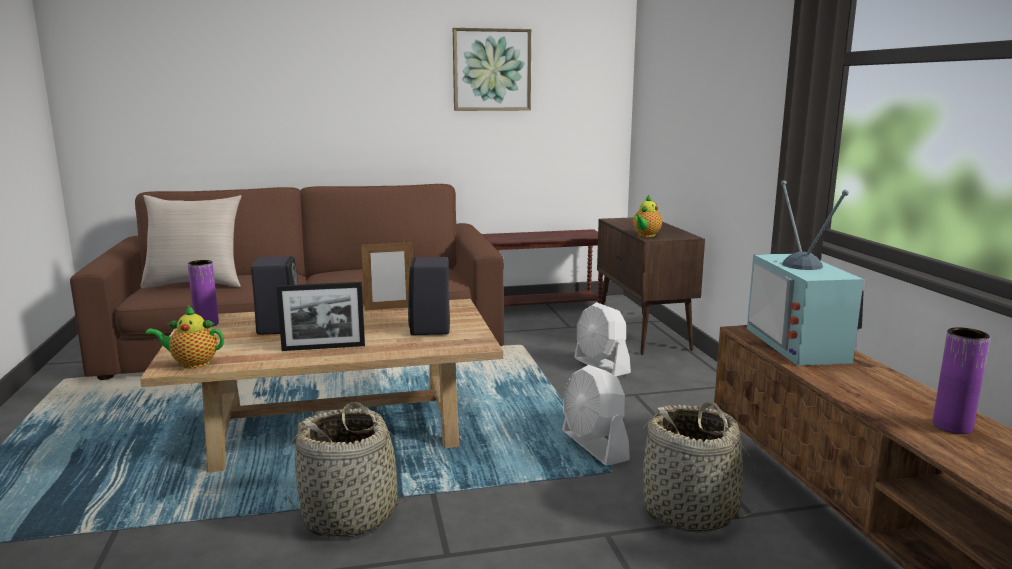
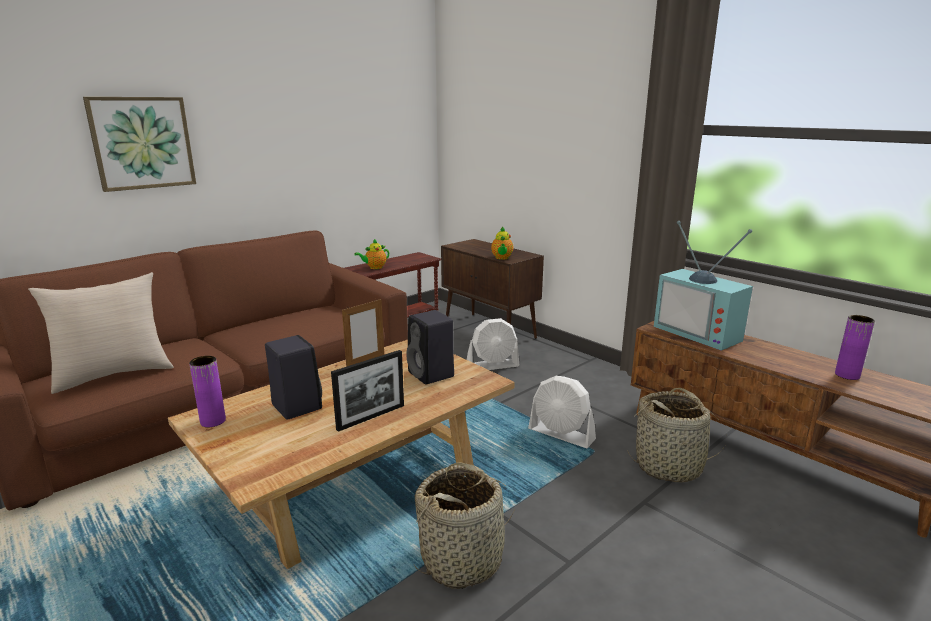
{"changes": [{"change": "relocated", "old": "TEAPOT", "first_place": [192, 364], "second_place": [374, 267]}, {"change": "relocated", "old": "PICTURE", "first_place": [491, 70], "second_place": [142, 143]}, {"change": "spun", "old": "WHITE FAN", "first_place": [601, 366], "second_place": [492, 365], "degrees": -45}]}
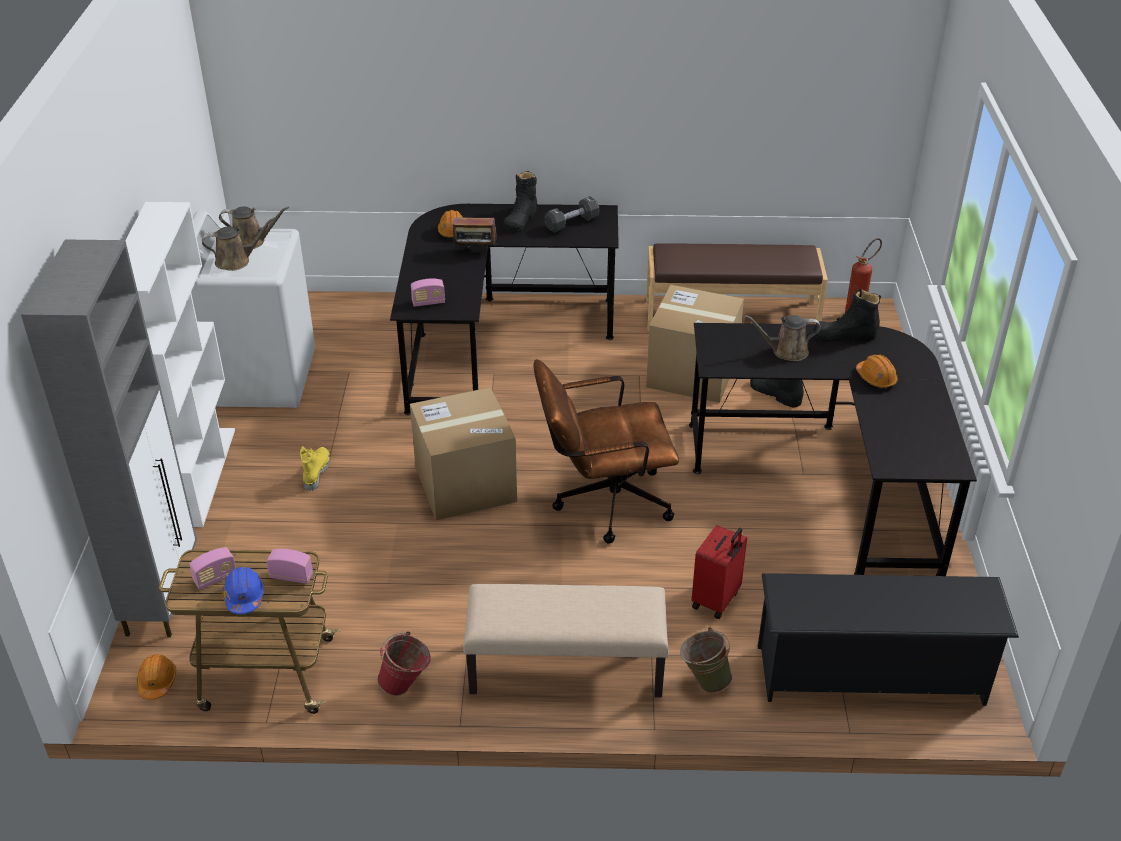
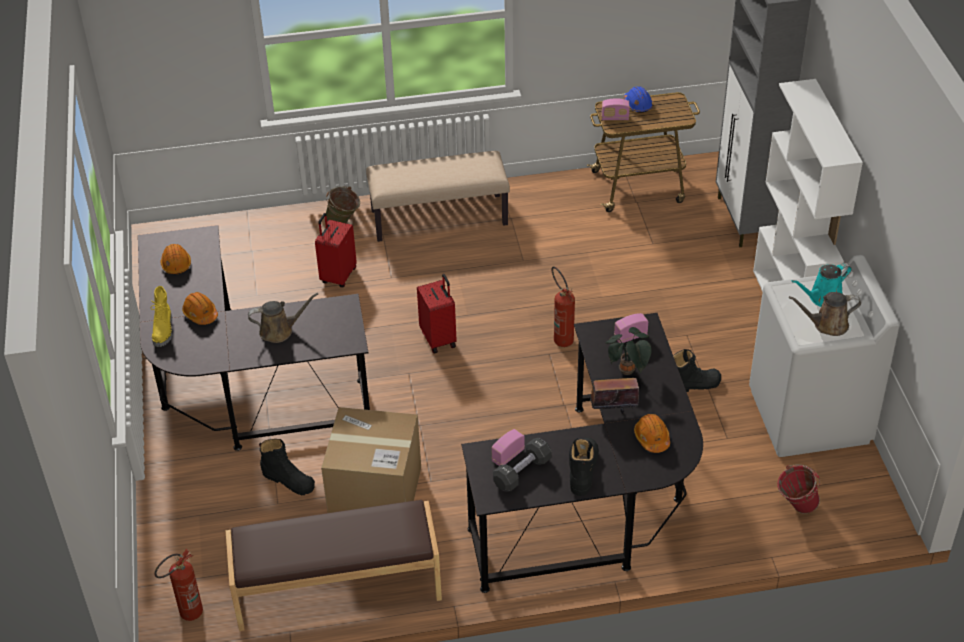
{"changes": [{"change": "missing", "old": "BLACK SHOE RACK", "first_place": [870, 675]}, {"change": "appeared", "new": "POTTED PLANT", "second_place": [628, 372]}, {"change": "relocated", "old": "ORANGE HARD HAT", "first_place": [157, 682], "second_place": [176, 264]}, {"change": "relocated", "old": "RADIO", "first_place": [215, 578], "second_place": [508, 455]}, {"change": "relocated", "old": "YELLOW BOOT", "first_place": [316, 472], "second_place": [164, 330]}, {"change": "relocated", "old": "RED BUCKET", "first_place": [406, 685], "second_place": [795, 507]}, {"change": "relocated", "old": "BLACK BOOT", "first_place": [845, 336], "second_place": [692, 384]}, {"change": "exchanged", "old": "CARDBOARD BOX", "new": "FIRE EXTINGUISHER", "first_place": [465, 484], "second_place": [560, 337]}, {"change": "exchanged", "old": "BROWN OFFICE CHAIR", "new": "RED SUITCASE", "first_place": [602, 502], "second_place": [439, 339]}, {"change": "colour", "old": "BROWN WATERING CAN", "new": "TURQUOISE WATERING CAN", "first_place": [236, 261], "second_place": [822, 298]}]}
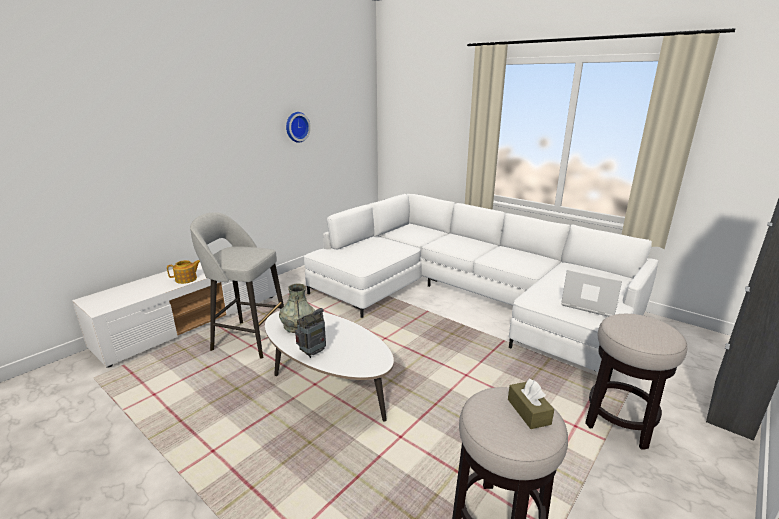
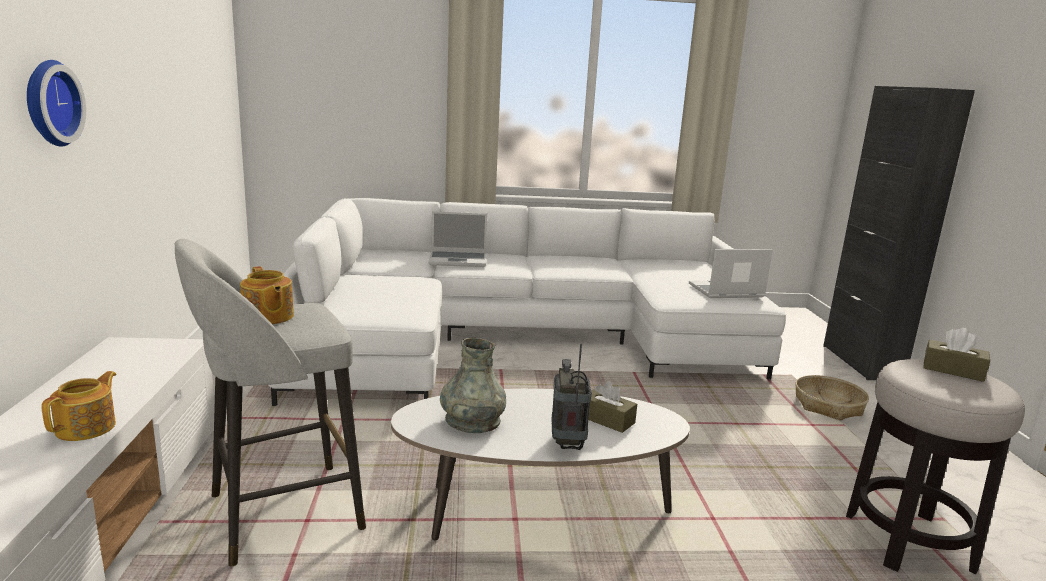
{"changes": [{"change": "appeared", "new": "TEAPOT", "second_place": [267, 317]}, {"change": "appeared", "new": "LAPTOP", "second_place": [458, 260]}, {"change": "appeared", "new": "BROWN TISSUE BOX", "second_place": [607, 419]}, {"change": "relocated", "old": "WALL CLOCK", "first_place": [296, 127], "second_place": [48, 103]}, {"change": "exchanged", "old": "STOOL", "new": "BASKET", "first_place": [619, 422], "second_place": [828, 406]}]}
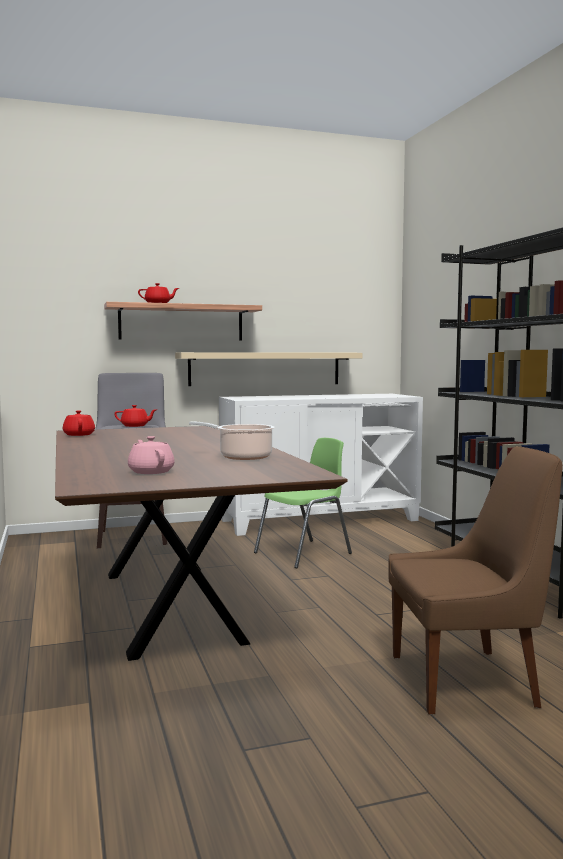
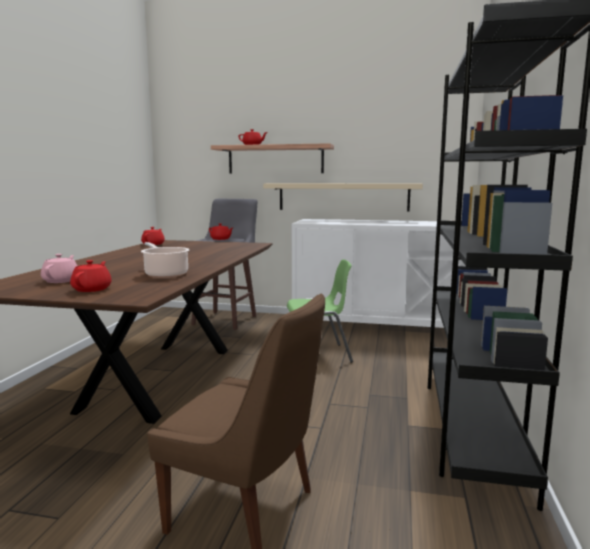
{"changes": [{"change": "appeared", "new": "RED TEAPOT", "second_place": [92, 289]}]}
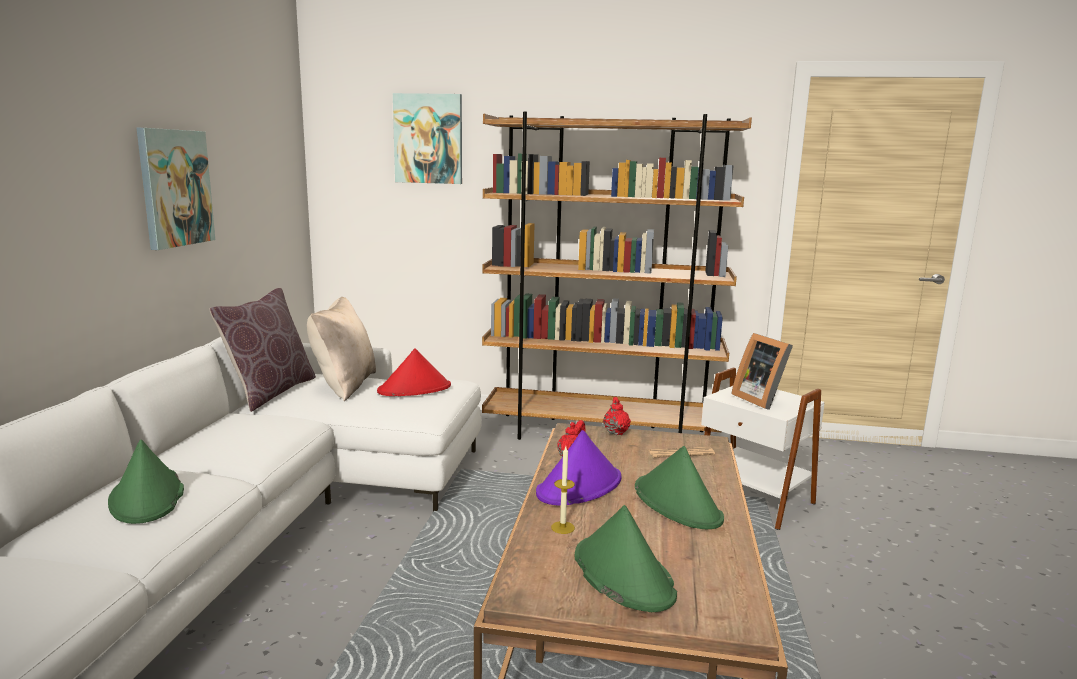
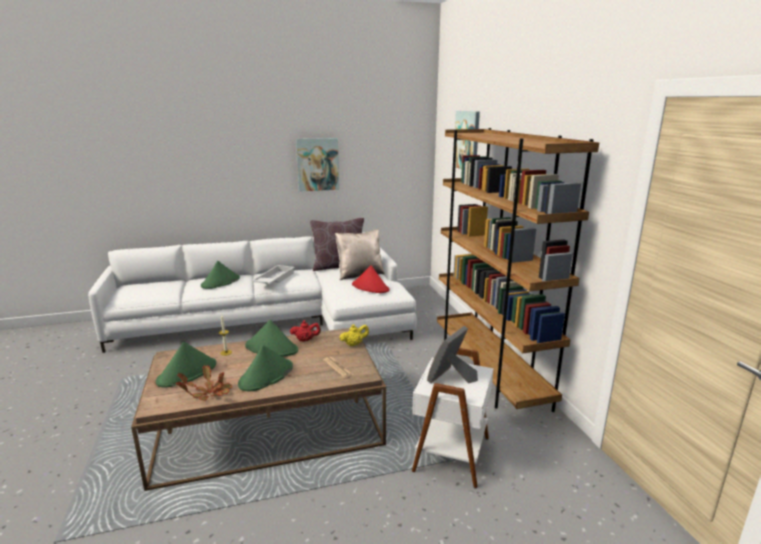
{"changes": [{"change": "appeared", "new": "POTTED PLANT", "second_place": [209, 393]}, {"change": "appeared", "new": "WHITE TRAY", "second_place": [274, 279]}, {"change": "colour", "old": "PURPLE HAT", "new": "GREEN HAT", "first_place": [579, 486], "second_place": [272, 348]}, {"change": "colour", "old": "RED TEAPOT", "new": "YELLOW TEAPOT", "first_place": [615, 432], "second_place": [354, 344]}]}
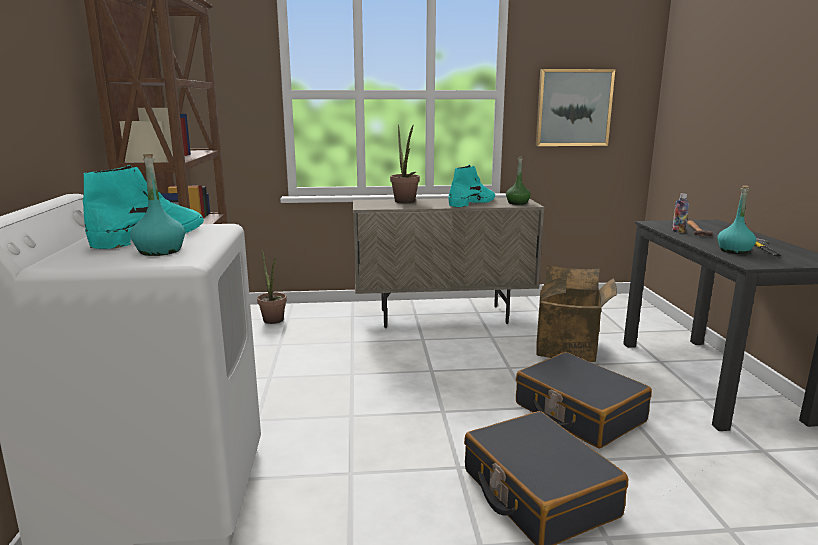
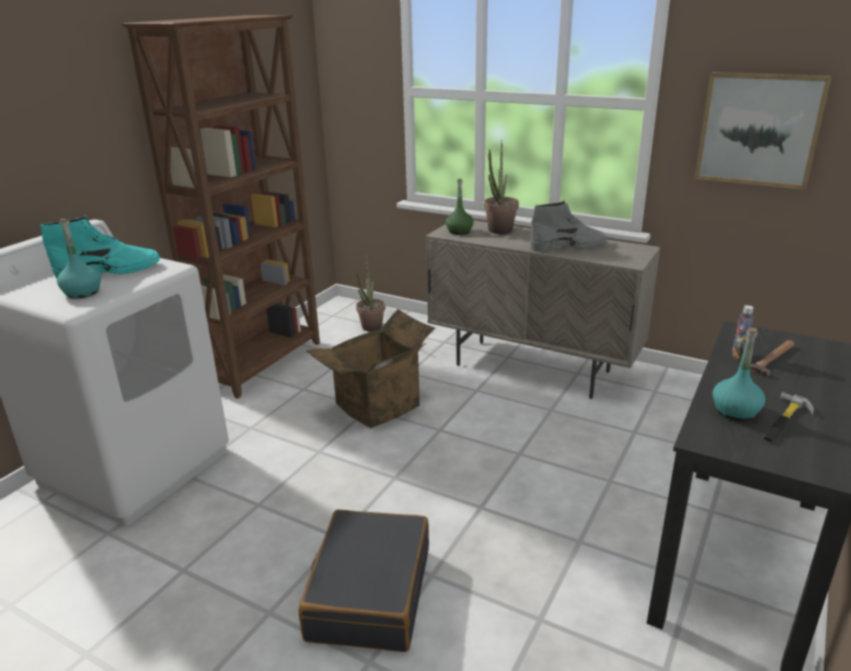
{"changes": [{"change": "missing", "old": "BLACK SUITCASE", "first_place": [578, 413]}, {"change": "relocated", "old": "GREEN BOTTLE", "first_place": [517, 203], "second_place": [459, 231]}, {"change": "relocated", "old": "CARDBOARD BOX", "first_place": [570, 349], "second_place": [378, 406]}, {"change": "colour", "old": "TURQUOISE BOOT", "new": "GREY BOOT", "first_place": [472, 203], "second_place": [568, 246]}]}
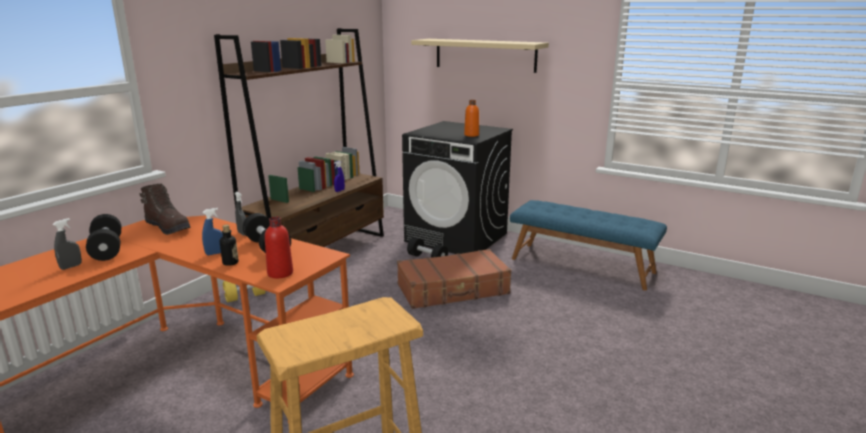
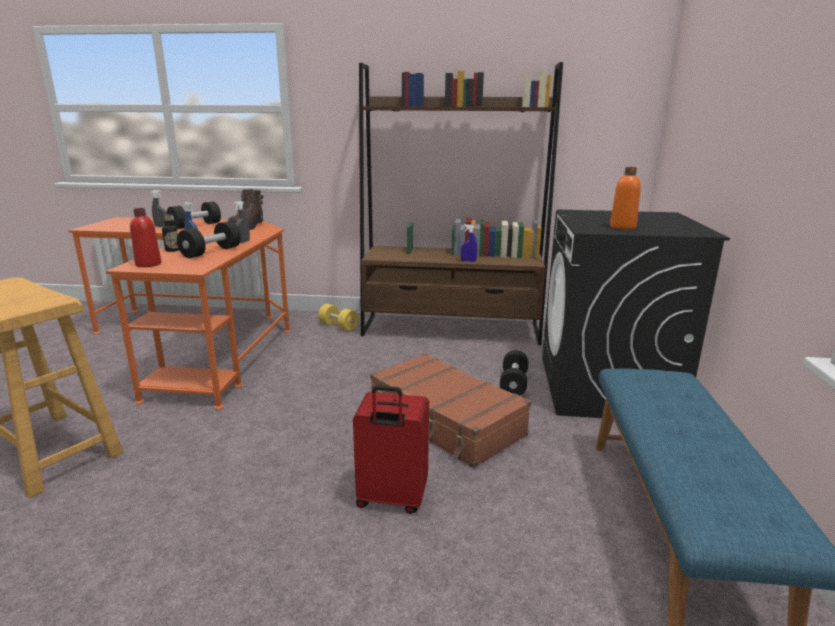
{"changes": [{"change": "missing", "old": "BEIGE SHELF", "first_place": [485, 55]}, {"change": "appeared", "new": "RED SUITCASE", "second_place": [391, 499]}]}
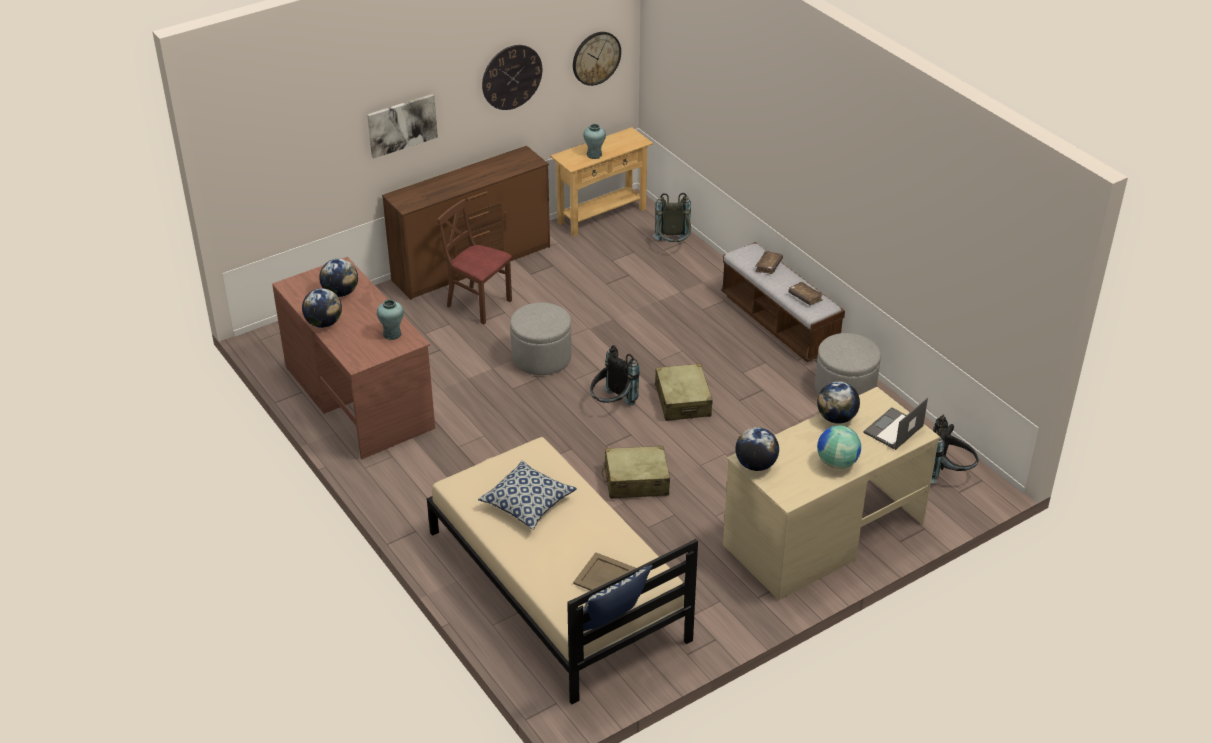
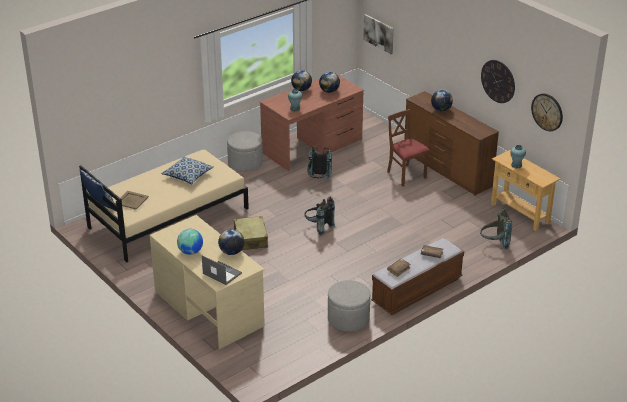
{"changes": [{"change": "missing", "old": "BEIGE SUITCASE", "first_place": [683, 401]}, {"change": "relocated", "old": "PICTURE", "first_place": [402, 125], "second_place": [379, 33]}, {"change": "relocated", "old": "GREY OTTOMAN", "first_place": [541, 358], "second_place": [245, 163]}, {"change": "relocated", "old": "GLOBE", "first_place": [755, 465], "second_place": [441, 109]}, {"change": "relocated", "old": "BLACK BACKPACK", "first_place": [948, 474], "second_place": [318, 181]}, {"change": "spun", "old": "BROWN CHAIR", "first_place": [478, 304], "second_place": [406, 175], "degrees": -60}]}
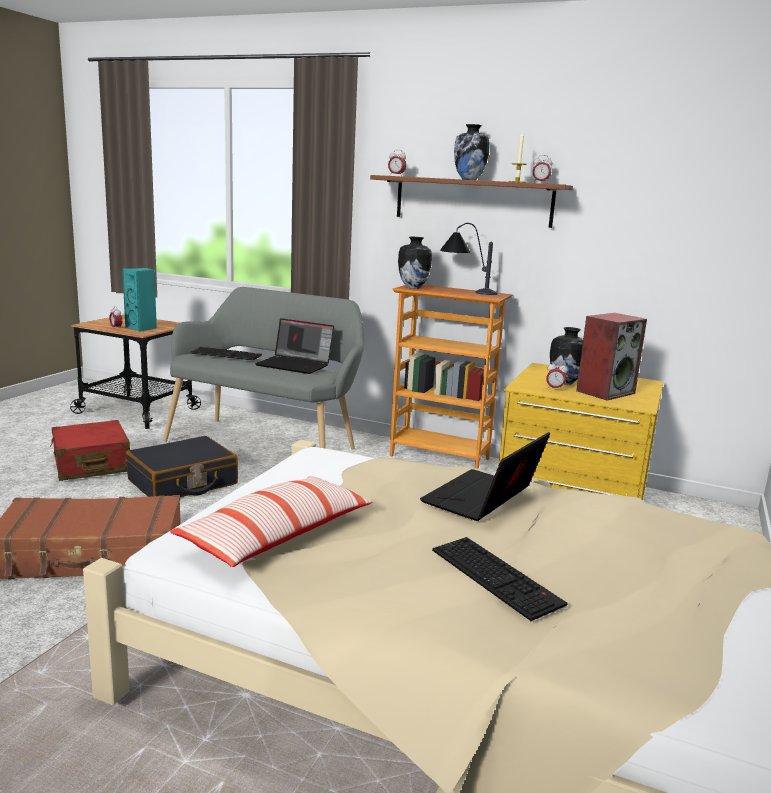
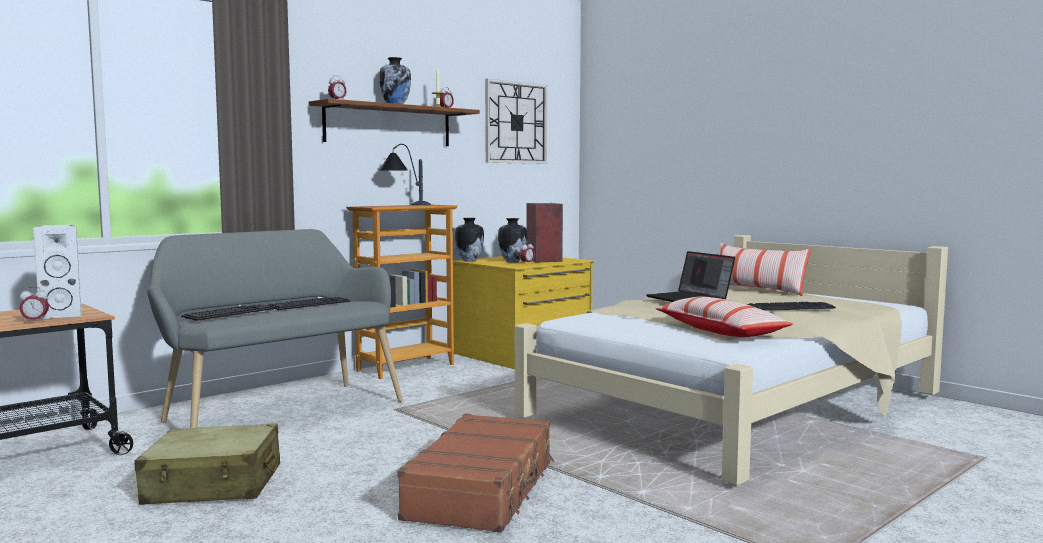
{"changes": [{"change": "missing", "old": "BLACK SUITCASE", "first_place": [183, 482]}, {"change": "appeared", "new": "WALL CLOCK", "second_place": [516, 122]}, {"change": "appeared", "new": "PILLOW", "second_place": [758, 290]}, {"change": "relocated", "old": "VASE", "first_place": [413, 287], "second_place": [469, 260]}, {"change": "exchanged", "old": "LAPTOP", "new": "KEYBOARD", "first_place": [295, 365], "second_place": [309, 304]}, {"change": "colour", "old": "RED SUITCASE", "new": "BEIGE SUITCASE", "first_place": [91, 464], "second_place": [213, 485]}, {"change": "colour", "old": "TURQUOISE SPEAKER", "new": "WHITE SPEAKER", "first_place": [142, 328], "second_place": [62, 315]}]}
